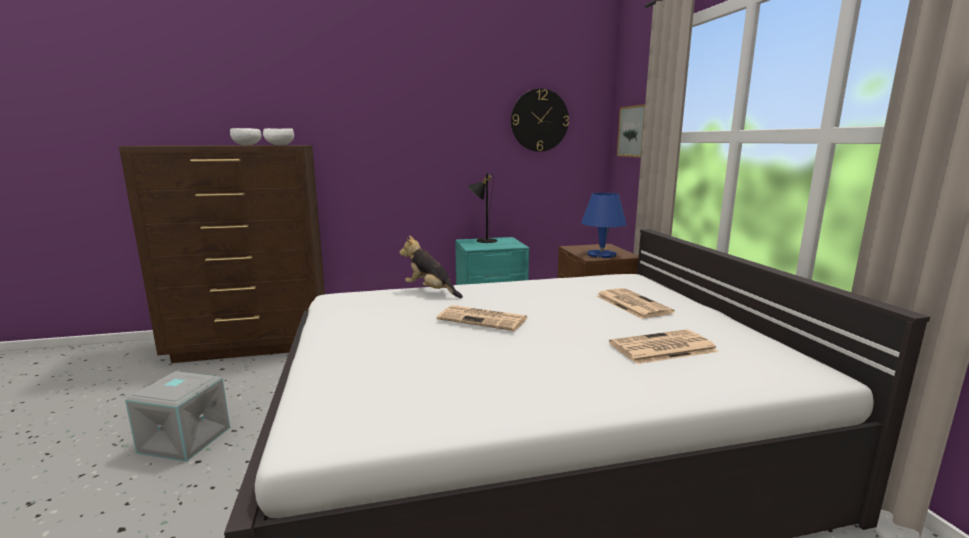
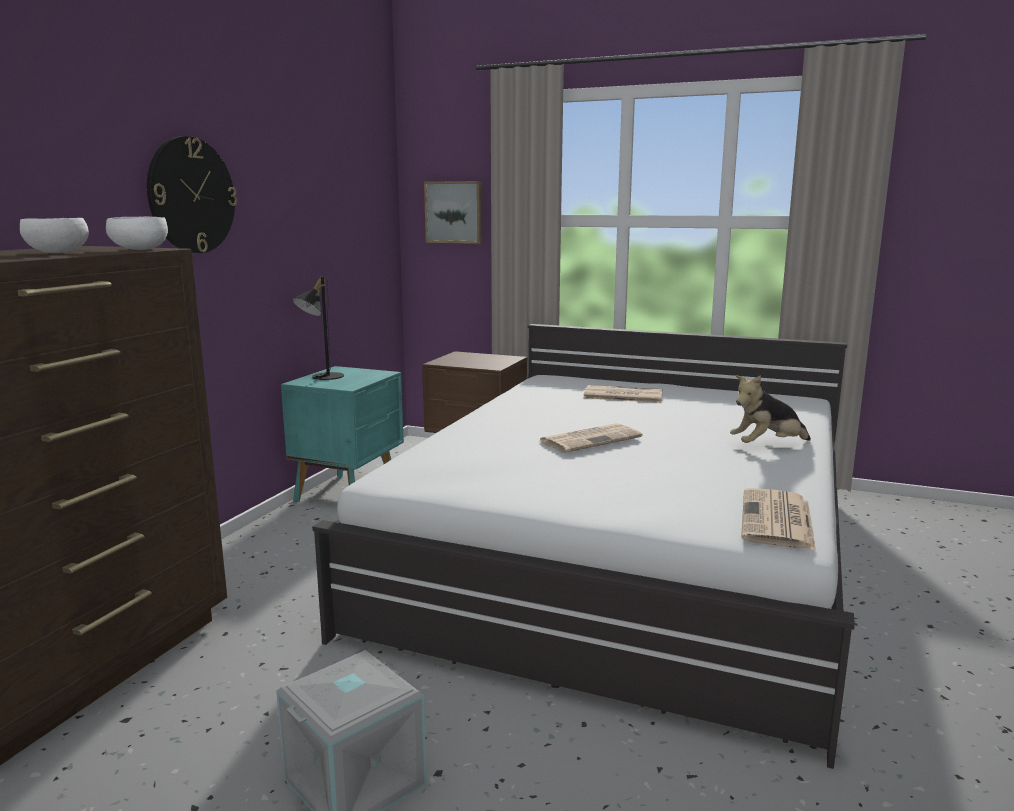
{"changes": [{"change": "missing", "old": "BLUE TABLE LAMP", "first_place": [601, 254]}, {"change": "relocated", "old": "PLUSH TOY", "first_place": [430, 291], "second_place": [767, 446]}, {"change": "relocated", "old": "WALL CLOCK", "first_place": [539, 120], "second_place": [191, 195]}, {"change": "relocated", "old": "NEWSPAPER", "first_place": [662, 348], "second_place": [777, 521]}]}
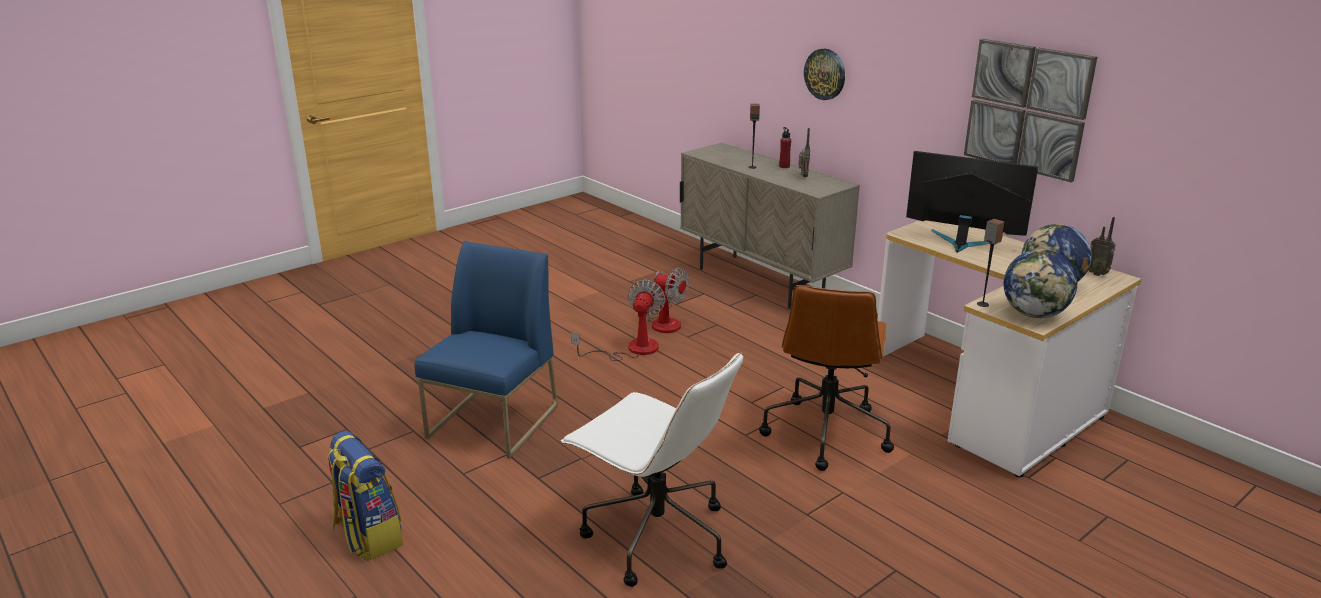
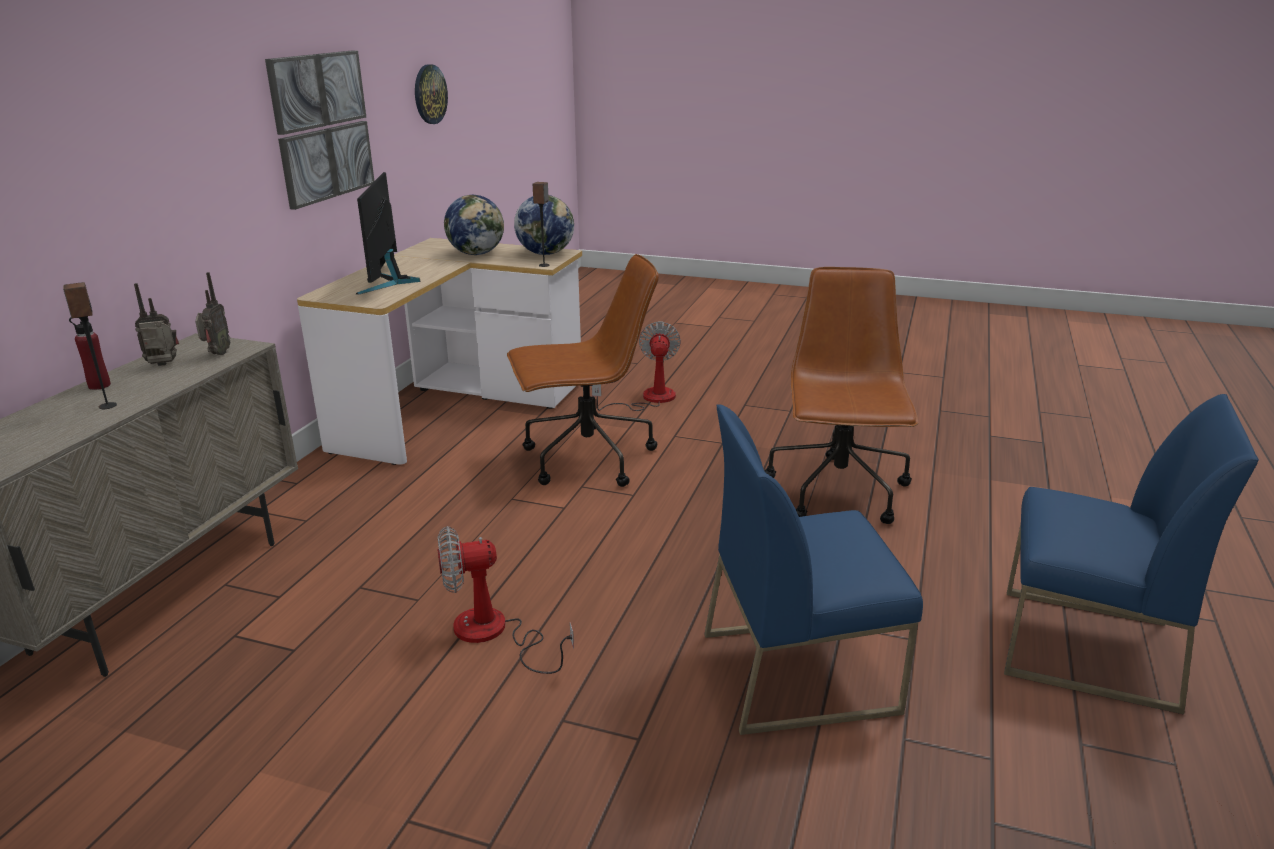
{"changes": [{"change": "relocated", "old": "FAN", "first_place": [665, 321], "second_place": [648, 399]}, {"change": "relocated", "old": "WALL CLOCK", "first_place": [825, 74], "second_place": [429, 94]}, {"change": "relocated", "old": "RADIO", "first_place": [1096, 273], "second_place": [217, 354]}, {"change": "exchanged", "old": "BACKPACK", "new": "BLUE CHAIR", "first_place": [367, 536], "second_place": [1085, 648]}, {"change": "colour", "old": "WHITE OFFICE CHAIR", "new": "BROWN OFFICE CHAIR", "first_place": [655, 536], "second_place": [838, 493]}]}
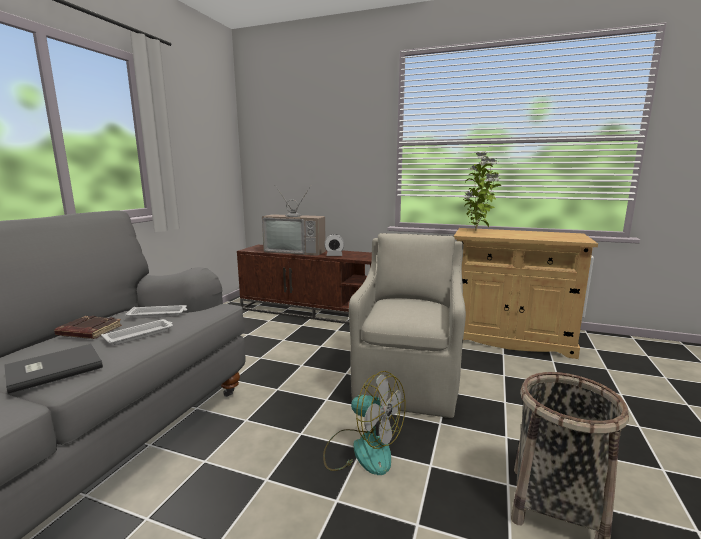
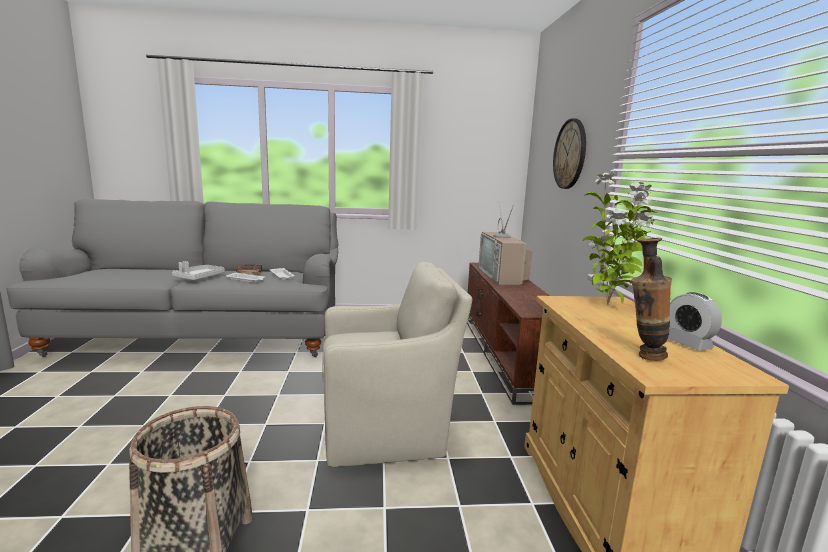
{"changes": [{"change": "missing", "old": "FAN", "first_place": [362, 450]}, {"change": "appeared", "new": "WALL CLOCK", "second_place": [570, 154]}, {"change": "appeared", "new": "VASE", "second_place": [642, 355]}, {"change": "relocated", "old": "ALARM CLOCK", "first_place": [334, 255], "second_place": [687, 344]}, {"change": "exchanged", "old": "GREY BOOK", "new": "GREY TRAY", "first_place": [53, 369], "second_place": [199, 278]}]}
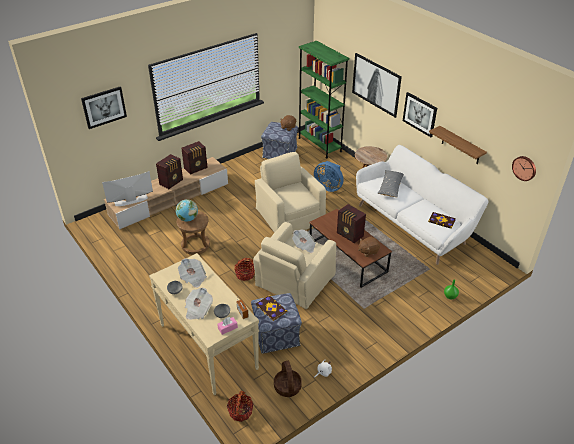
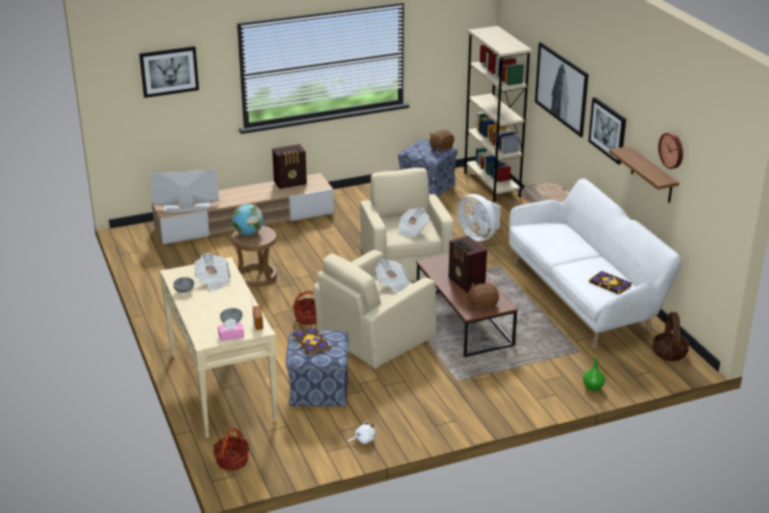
{"changes": [{"change": "missing", "old": "RADIO", "first_place": [172, 182]}, {"change": "missing", "old": "GREY PILLOW", "first_place": [390, 187]}, {"change": "relocated", "old": "NEWSPAPER", "first_place": [198, 310], "second_place": [411, 230]}, {"change": "relocated", "old": "BASKET", "first_place": [287, 387], "second_place": [669, 353]}, {"change": "relocated", "old": "WALL CLOCK", "first_place": [524, 168], "second_place": [672, 150]}, {"change": "colour", "old": "GREEN BOOKCASE", "new": "BEIGE BOOKCASE", "first_place": [319, 144], "second_place": [491, 184]}, {"change": "colour", "old": "BLUE FAN", "new": "WHITE FAN", "first_place": [328, 187], "second_place": [479, 236]}]}
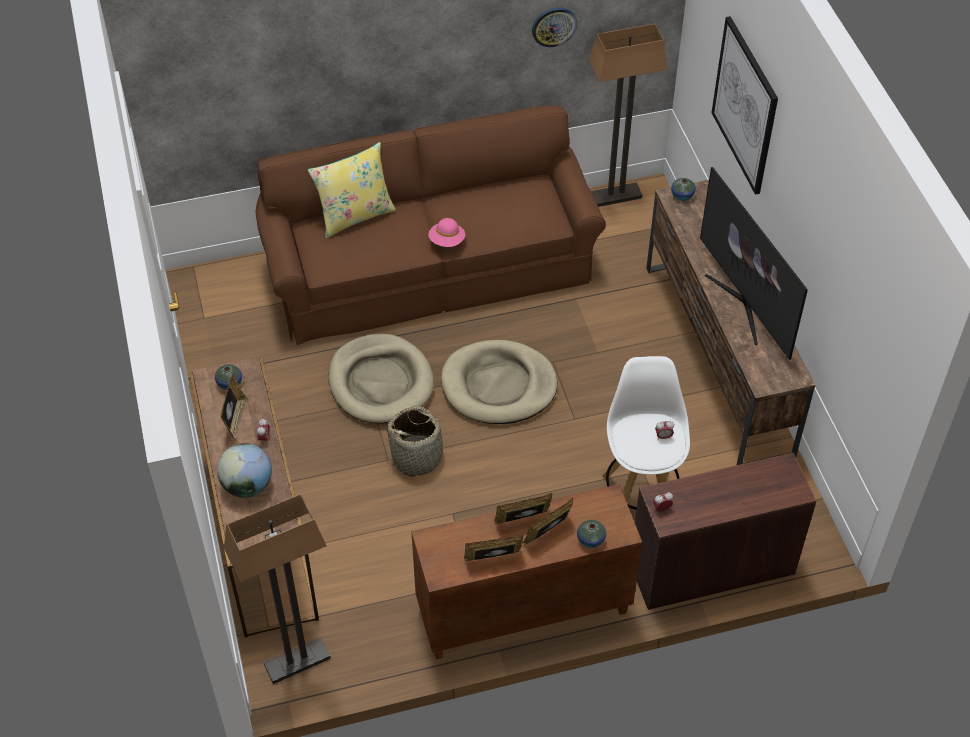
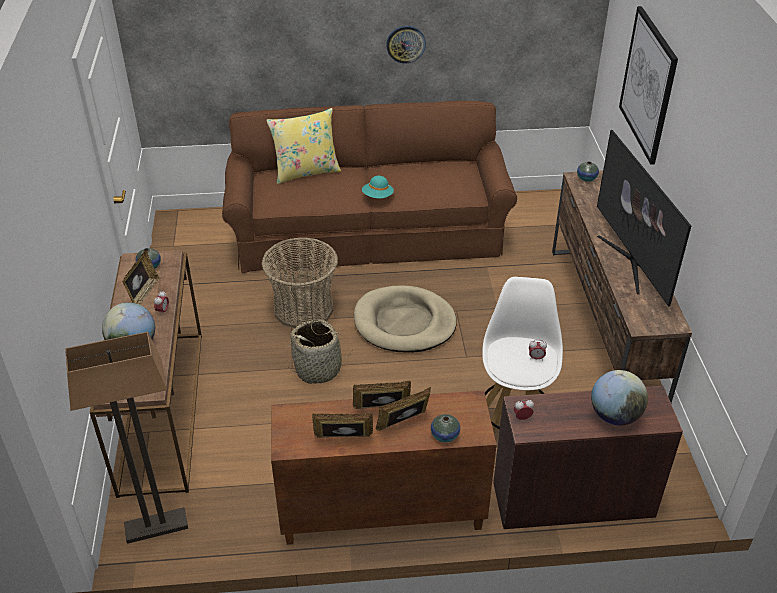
{"changes": [{"change": "missing", "old": "FLOOR LAMP", "first_place": [616, 196]}, {"change": "appeared", "new": "GLOBE", "second_place": [614, 415]}, {"change": "relocated", "old": "WALL CLOCK", "first_place": [554, 26], "second_place": [405, 44]}, {"change": "exchanged", "old": "BEIGE DOG BED", "new": "BASKET", "first_place": [380, 382], "second_place": [303, 308]}, {"change": "colour", "old": "PINK HAT", "new": "TURQUOISE HAT", "first_place": [447, 241], "second_place": [377, 196]}]}
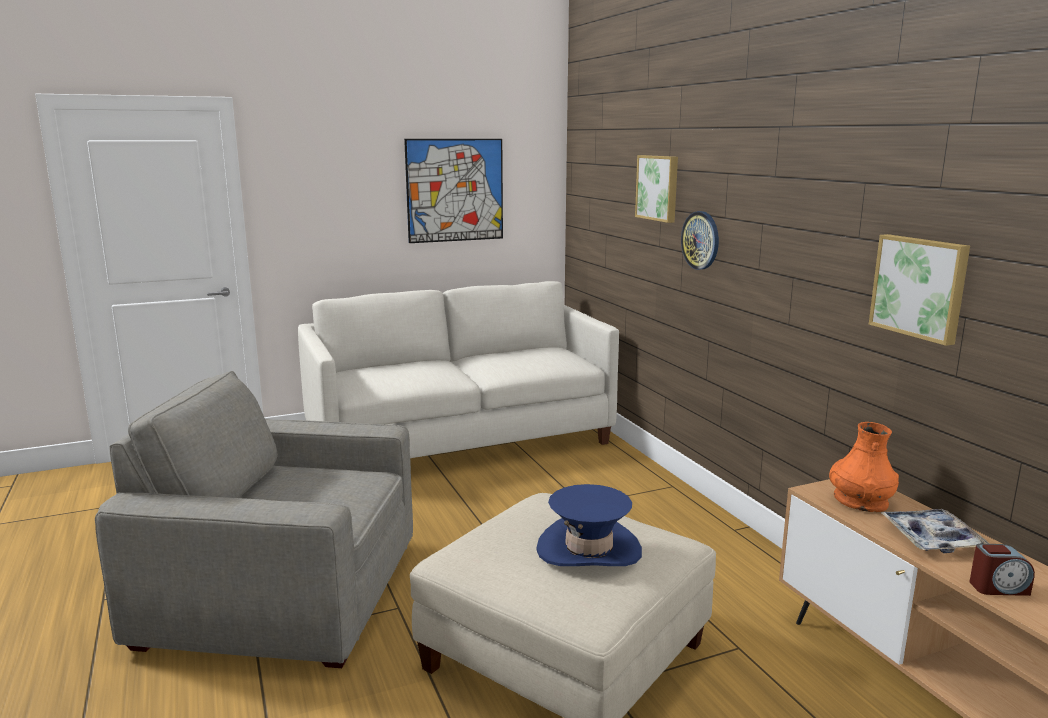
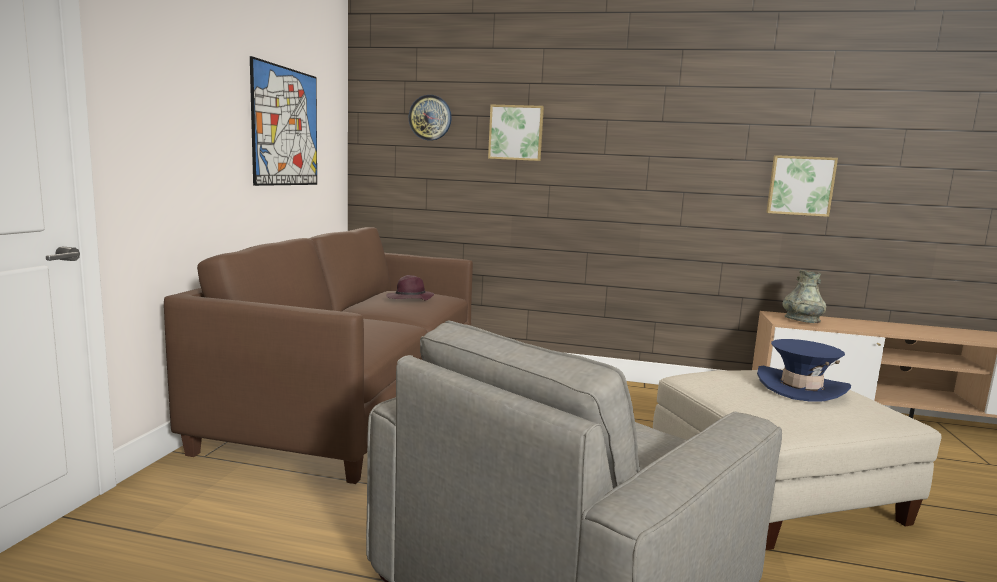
{"changes": [{"change": "missing", "old": "TRAY", "first_place": [932, 538]}, {"change": "missing", "old": "ALARM CLOCK", "first_place": [998, 588]}, {"change": "appeared", "new": "PURPLE HAT", "second_place": [409, 299]}, {"change": "relocated", "old": "WALL CLOCK", "first_place": [701, 240], "second_place": [430, 117]}, {"change": "colour", "old": "WHITE SOFA", "new": "BROWN SOFA", "first_place": [459, 440], "second_place": [352, 402]}, {"change": "colour", "old": "ORANGE VASE", "new": "GREY VASE", "first_place": [860, 501], "second_place": [802, 320]}]}
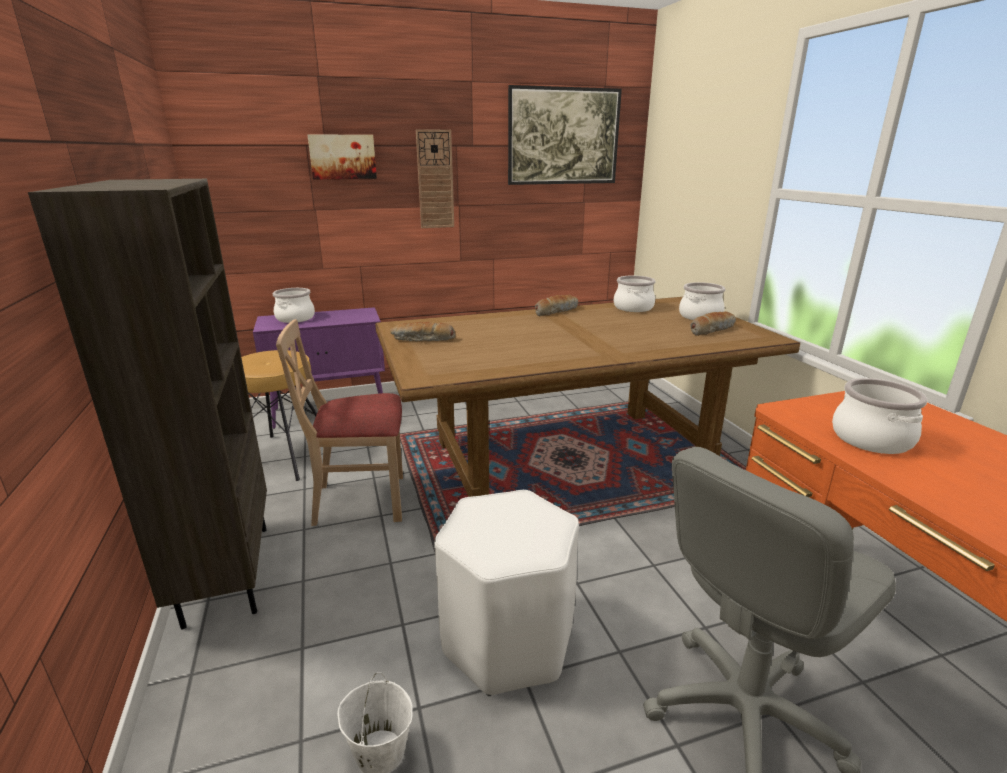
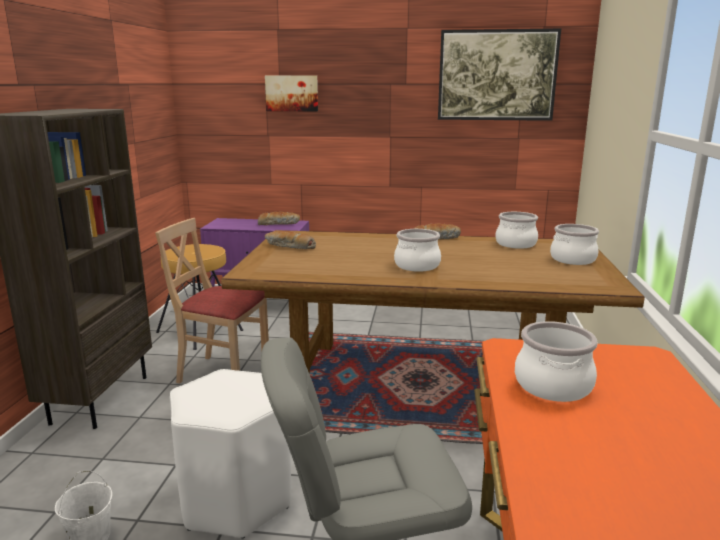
{"changes": [{"change": "missing", "old": "WALL CLOCK", "first_place": [435, 180]}, {"change": "relocated", "old": "COOKING POT", "first_place": [295, 318], "second_place": [416, 265]}, {"change": "relocated", "old": "BREAD", "first_place": [711, 330], "second_place": [279, 223]}]}
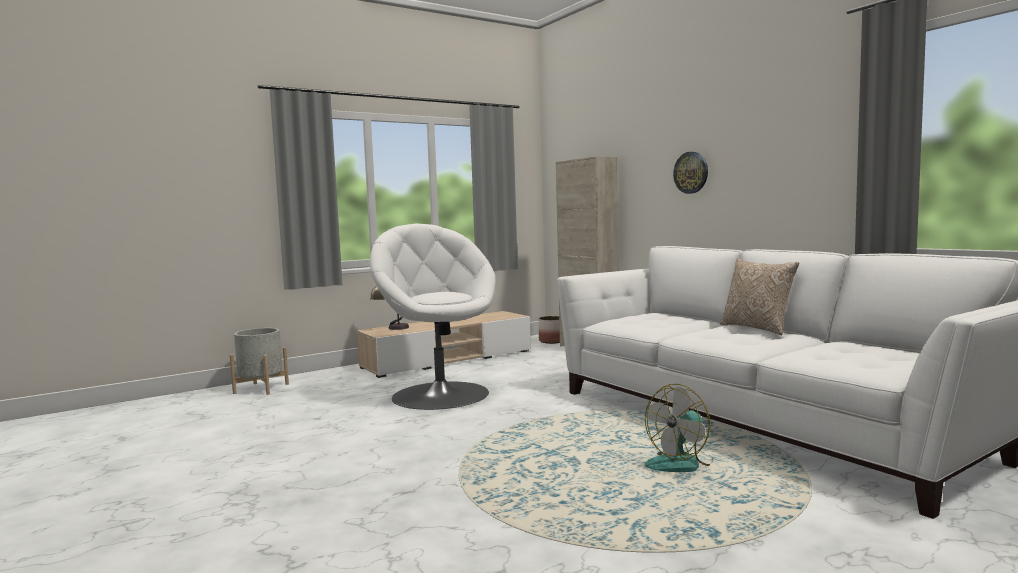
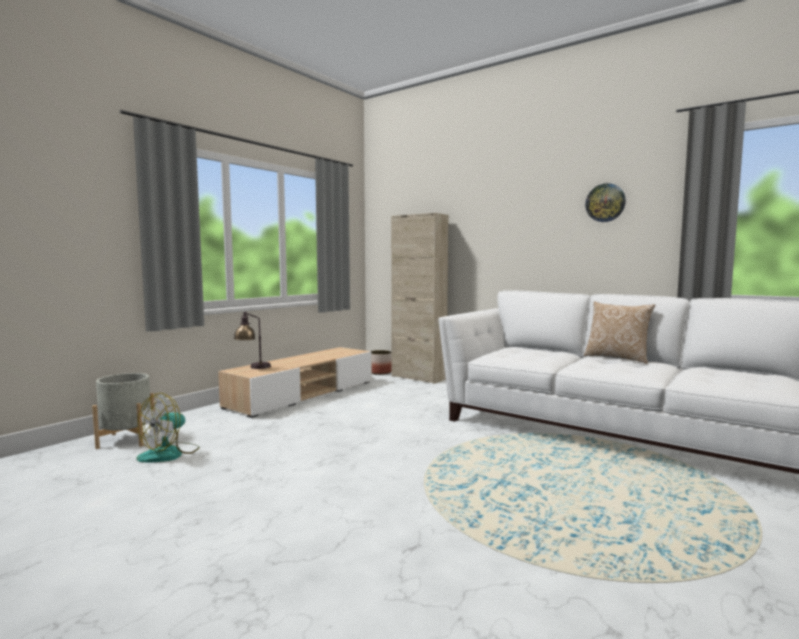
{"changes": [{"change": "missing", "old": "WHITE ARMCHAIR", "first_place": [440, 394]}, {"change": "relocated", "old": "FAN", "first_place": [681, 463], "second_place": [169, 454]}, {"change": "relocated", "old": "WALL CLOCK", "first_place": [691, 172], "second_place": [605, 203]}]}
